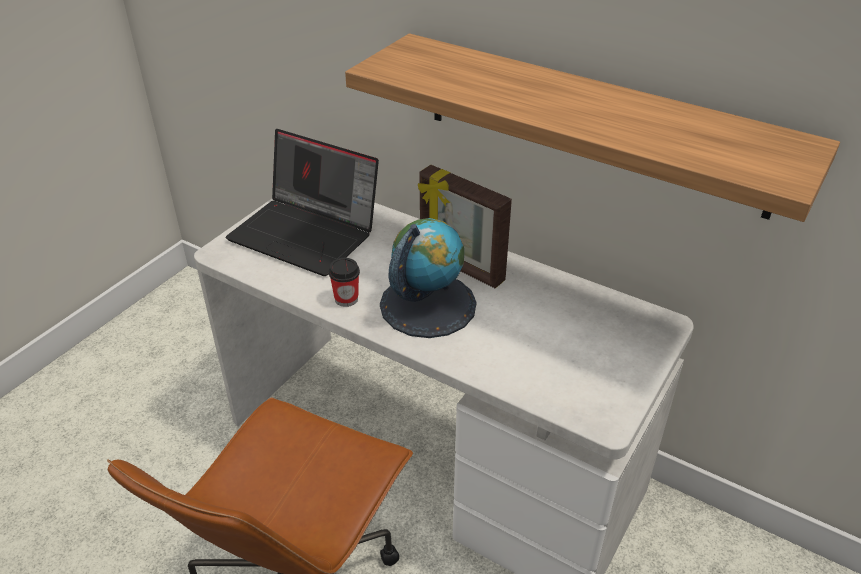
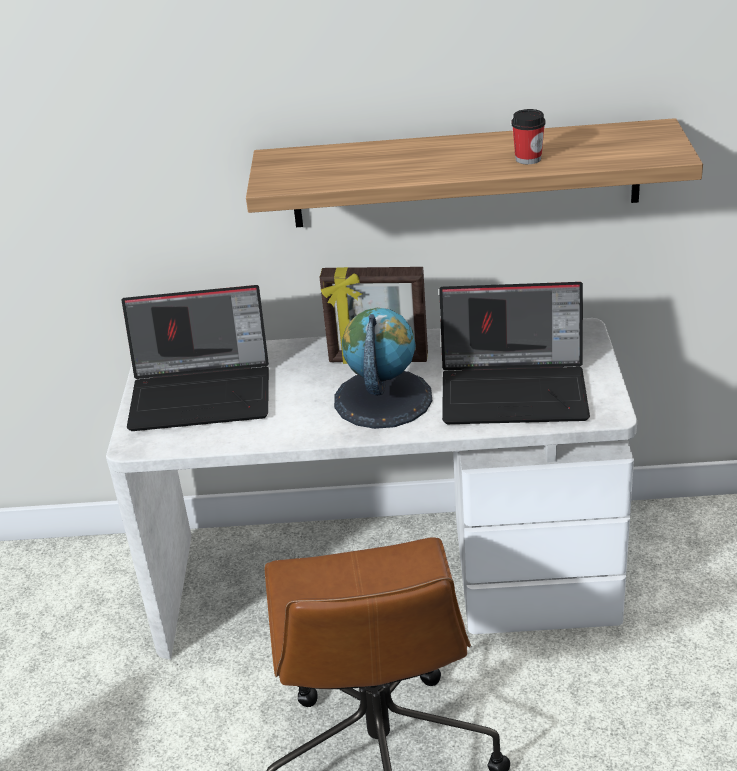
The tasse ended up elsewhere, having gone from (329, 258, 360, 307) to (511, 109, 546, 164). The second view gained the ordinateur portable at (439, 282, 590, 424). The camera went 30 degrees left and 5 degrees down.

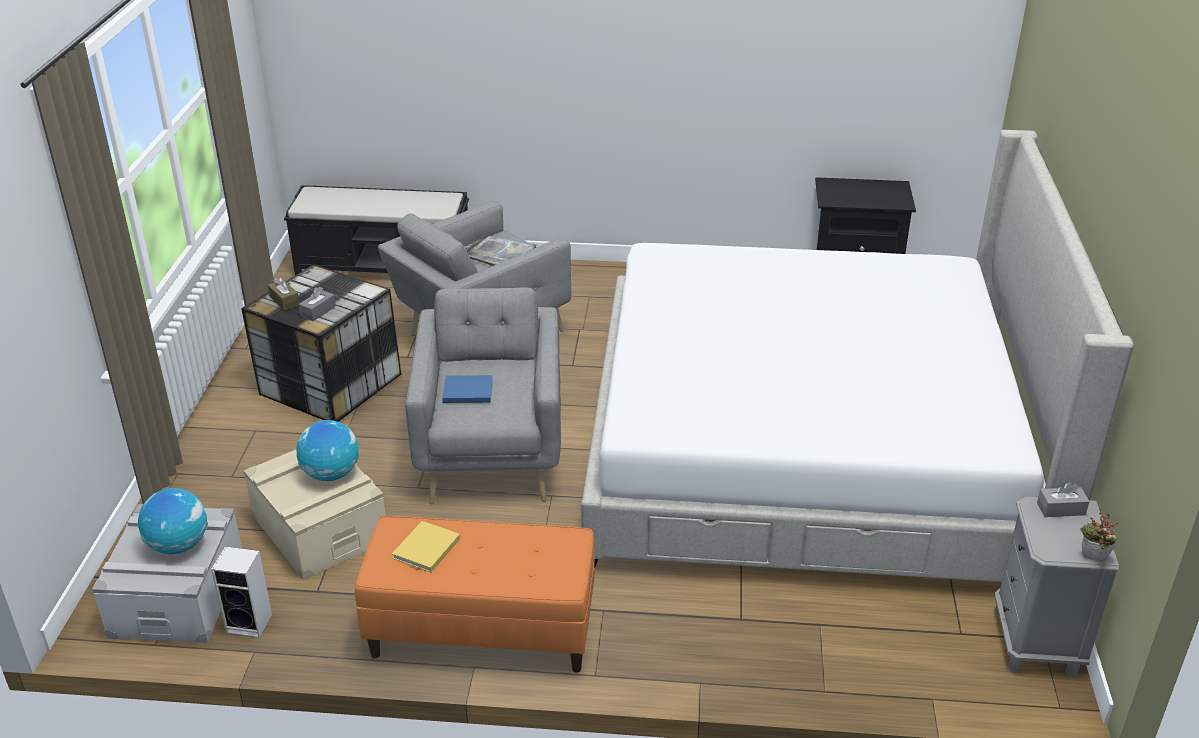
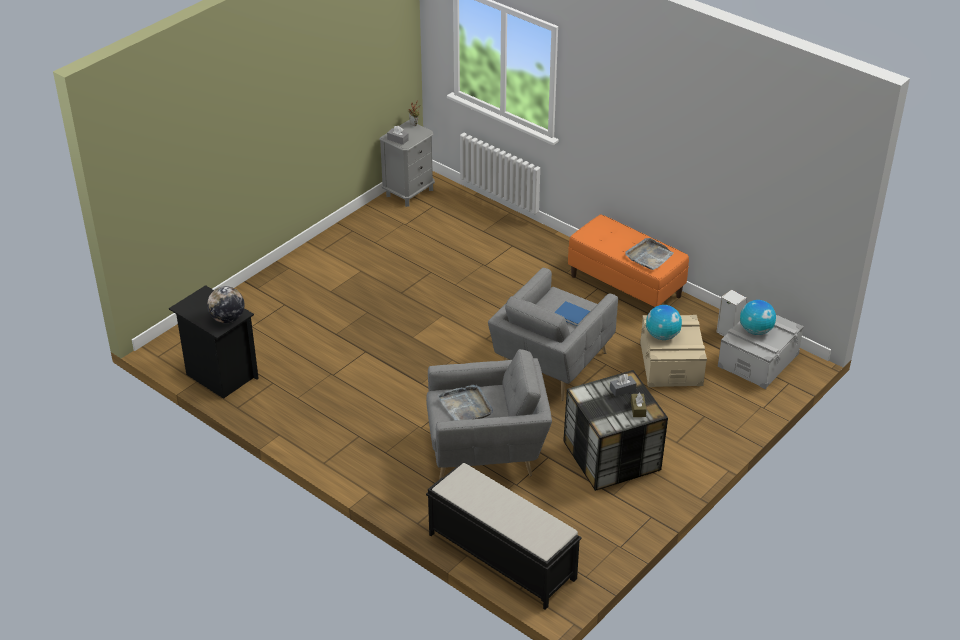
Where the livre (jaune) stood at (392, 521, 460, 573), the plateau (gris) came to stand at (625, 238, 674, 270). The second view lost the lit at (581, 130, 1134, 582). The second view gained the globe at (207, 286, 244, 323). The camera went 145 degrees left and 5 degrees up.

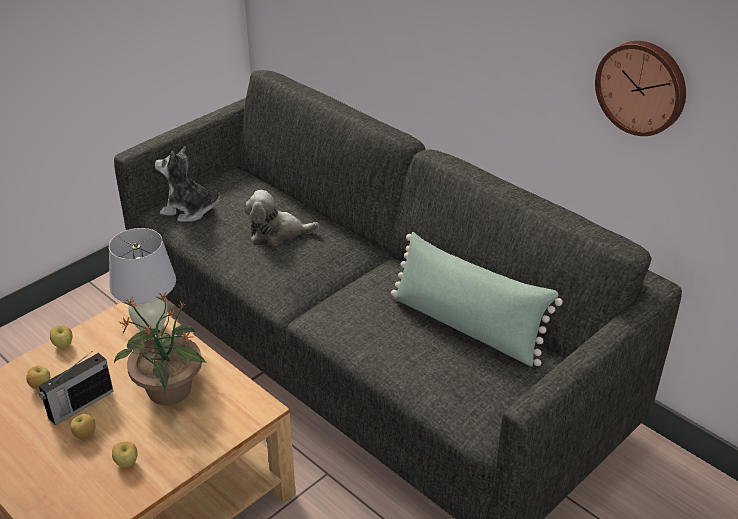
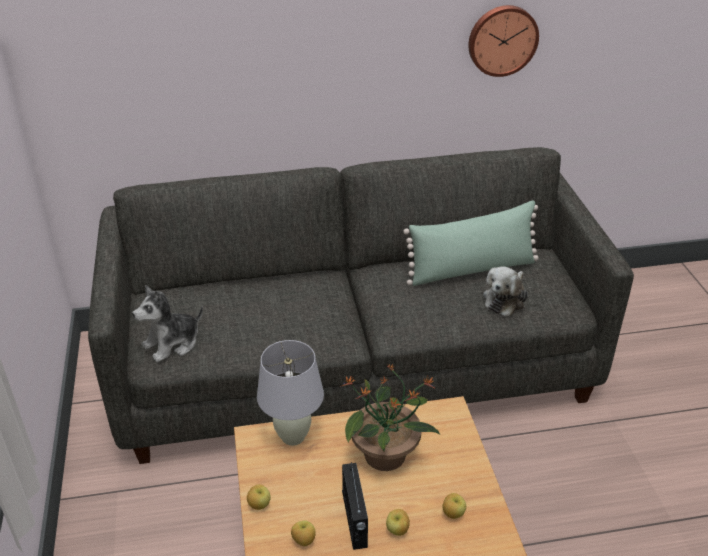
The peluche ended up elsewhere, having gone from (244, 190, 319, 246) to (483, 266, 528, 317). The camera went 55 degrees left and 0 degrees up.

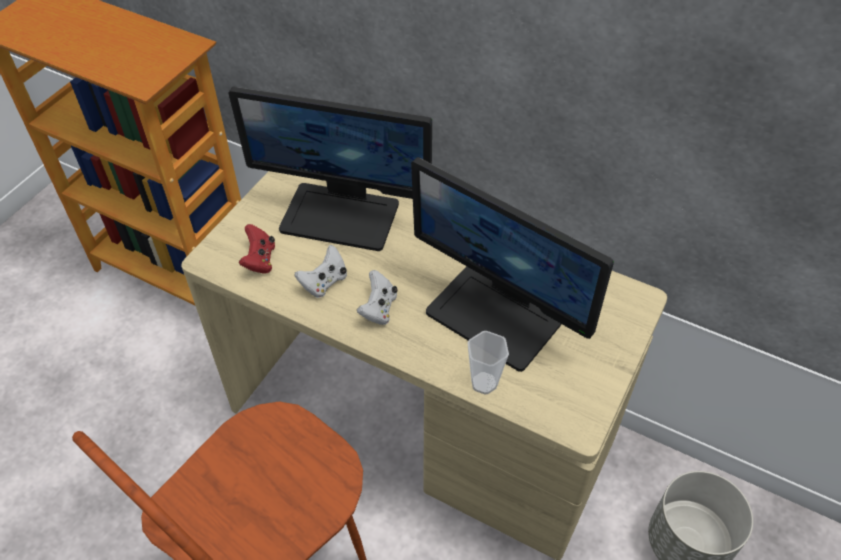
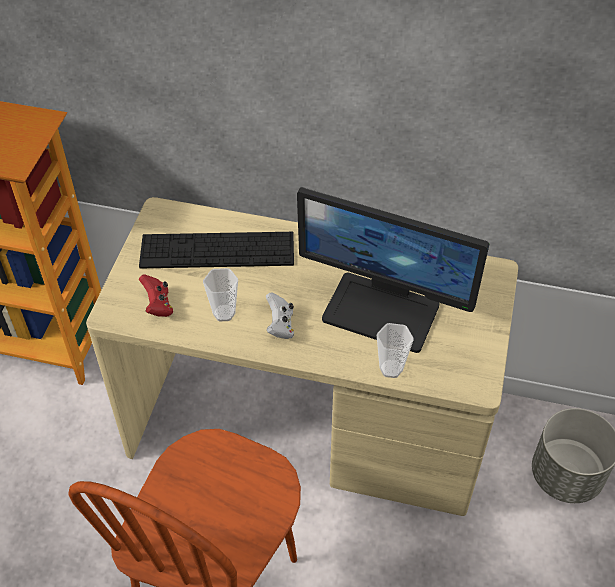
Where the écran d'ordinateur stood at (228, 86, 432, 251), the clavier came to stand at (139, 232, 294, 269). Where the manette (blanc) stood at (295, 245, 347, 298), the tasse came to stand at (203, 268, 238, 322). The camera went 15 degrees left and 0 degrees up.

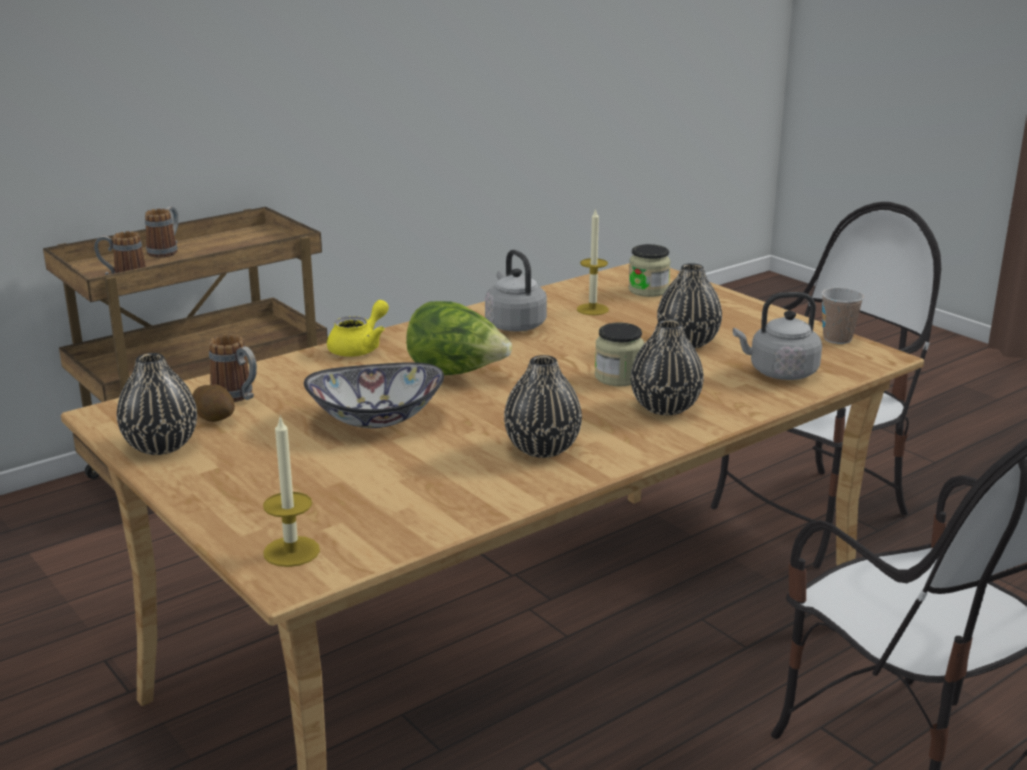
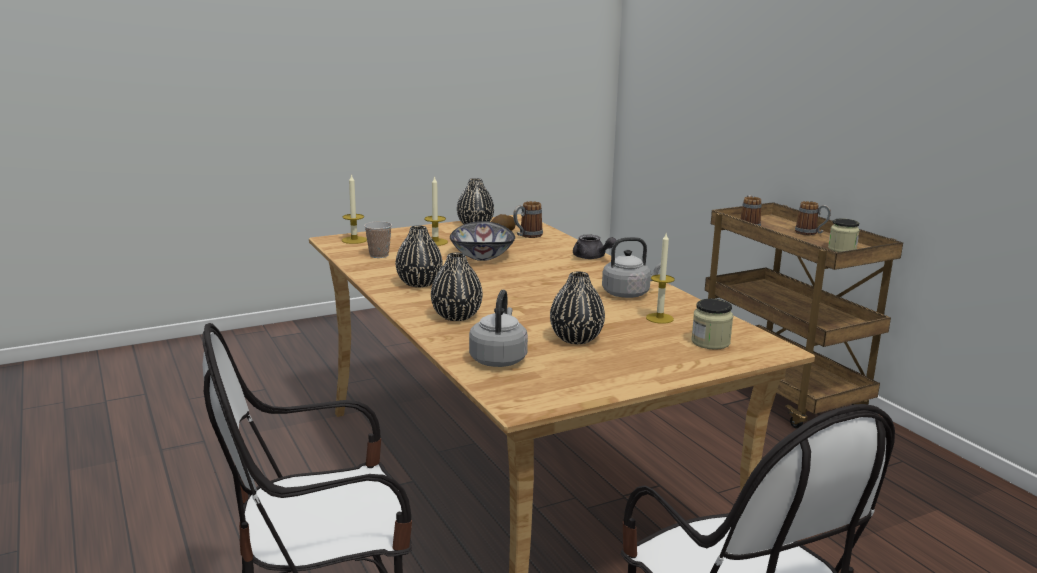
What was the théière (jaune) at (327, 300, 389, 357) turned into the théière (gris) at (573, 235, 617, 259). The second view lost the laitue at (406, 301, 512, 375). The bocal ended up elsewhere, having gone from (595, 323, 644, 386) to (828, 219, 860, 252). The tasse ended up elsewhere, having gone from (821, 288, 864, 344) to (364, 221, 392, 258). The second view gained the bougie at (424, 176, 448, 246). The camera went 100 degrees right and 5 degrees down.

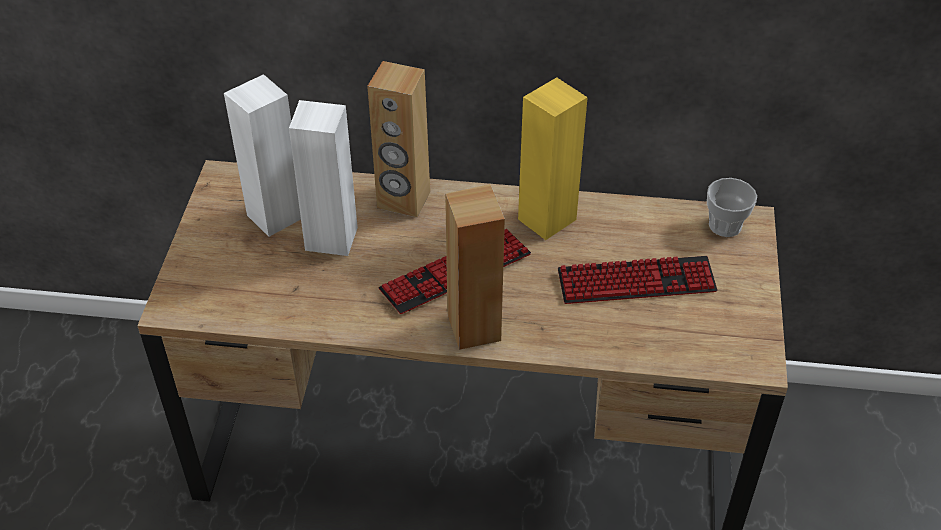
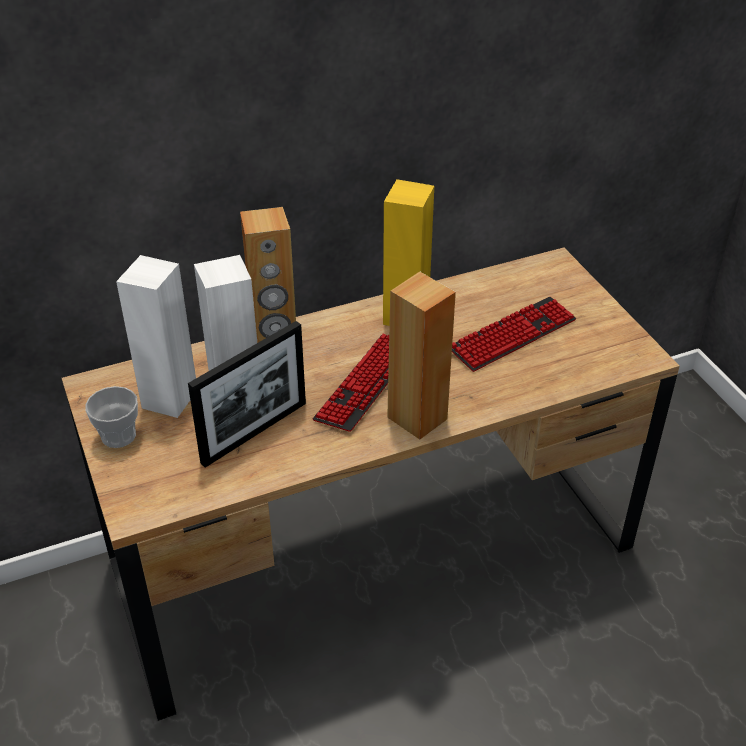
The tasse ended up elsewhere, having gone from (707, 178, 757, 237) to (85, 386, 138, 448). The second view gained the cadre photo at (188, 321, 306, 468). The camera went 30 degrees left and 5 degrees down.

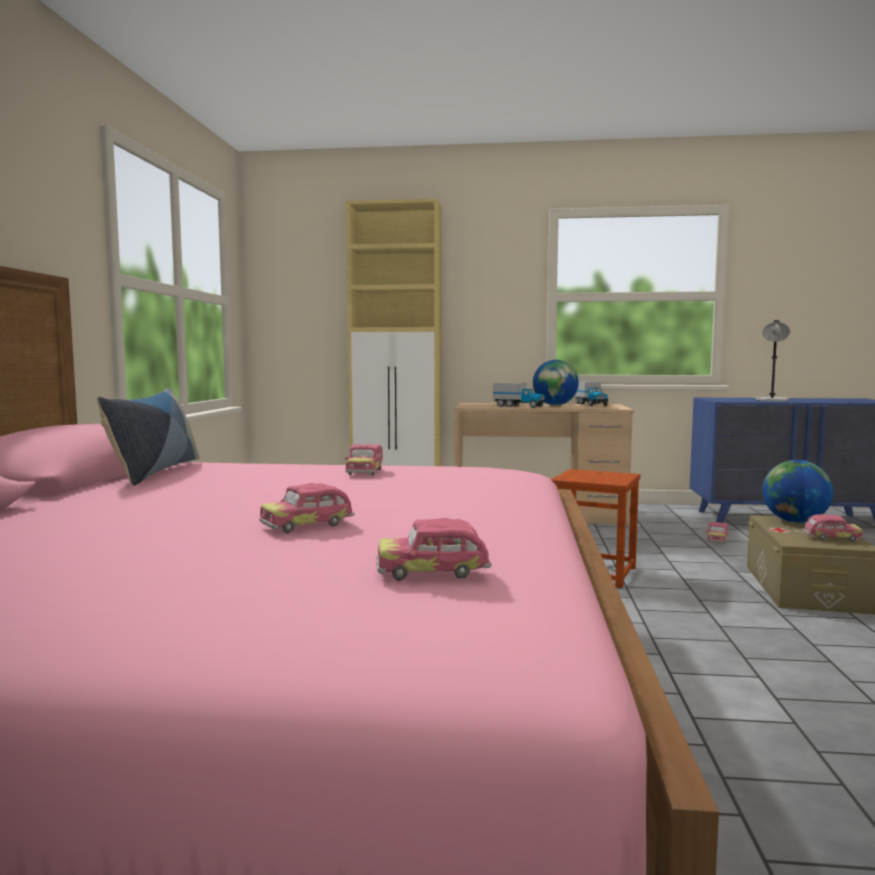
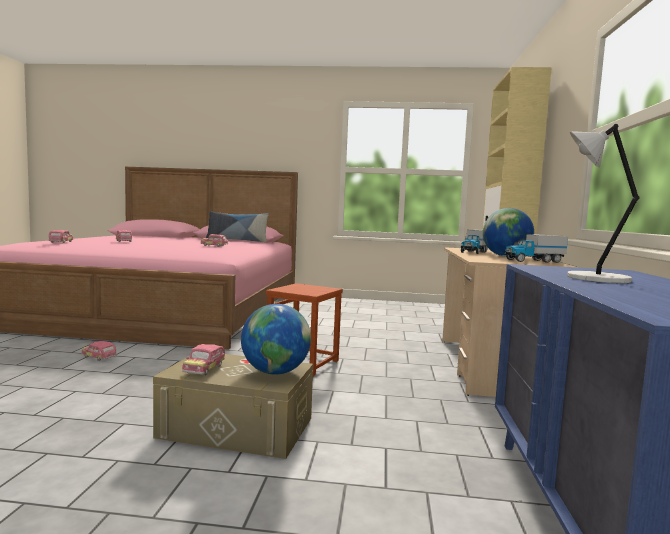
The petite voiture ended up elsewhere, having gone from (705, 522, 729, 544) to (81, 341, 117, 361). The camera went 90 degrees right and 0 degrees up.

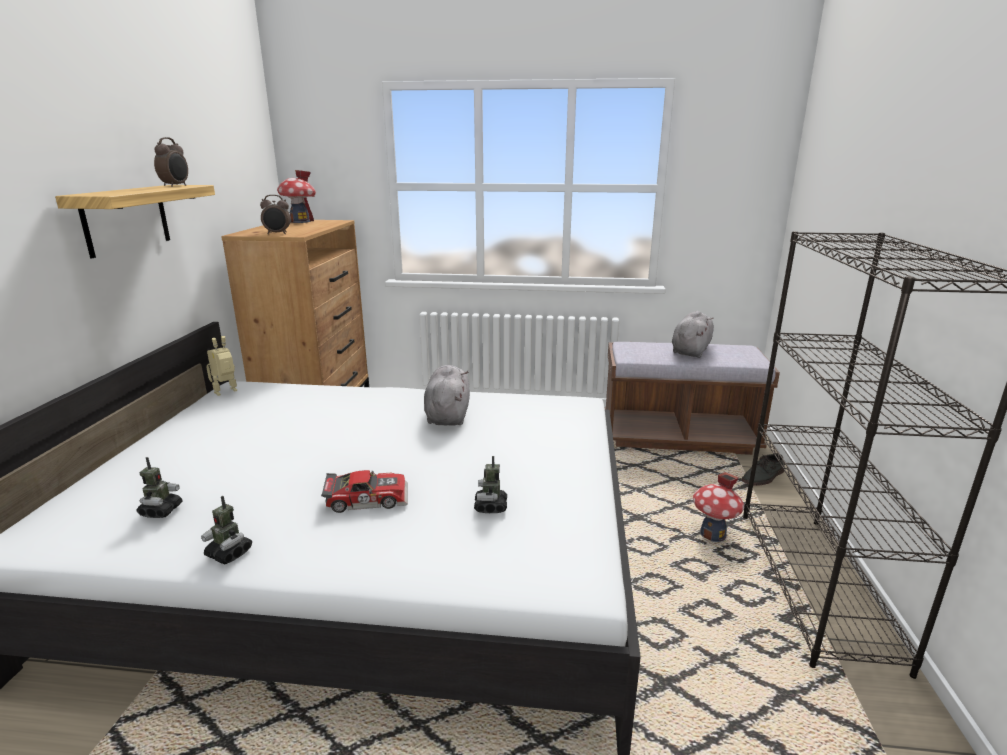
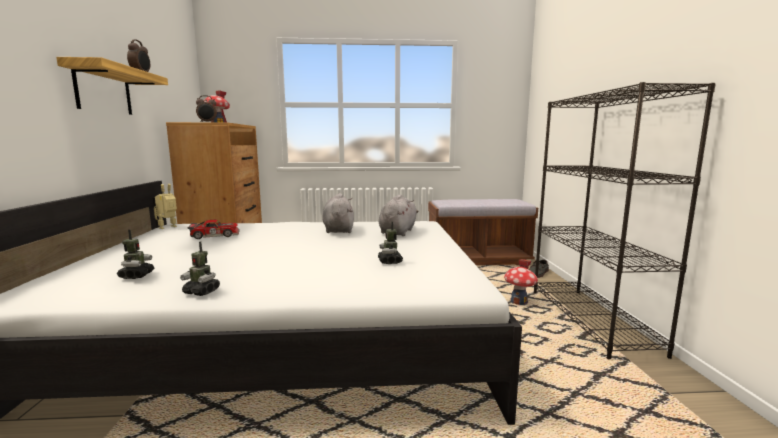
The petite voiture ended up elsewhere, having gone from (321, 470, 408, 513) to (187, 220, 240, 239). The peluche (gris) ended up elsewhere, having gone from (672, 311, 714, 358) to (379, 194, 418, 236). The camera went 10 degrees left and 10 degrees down.

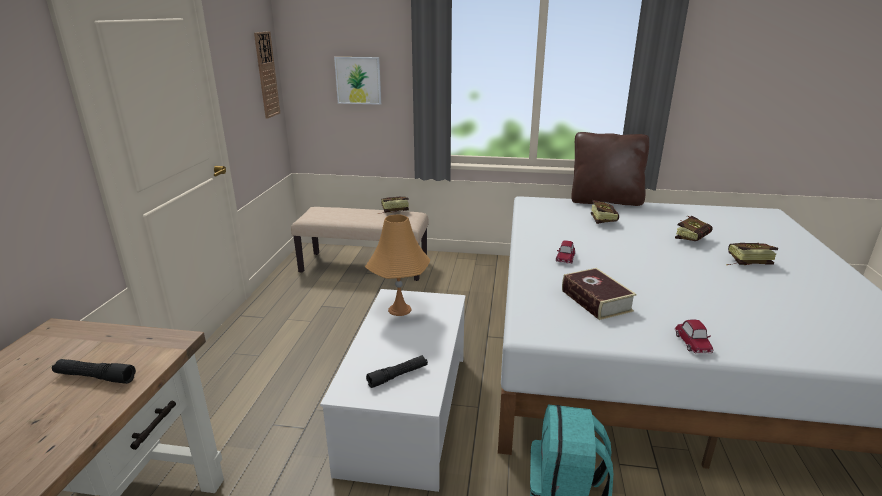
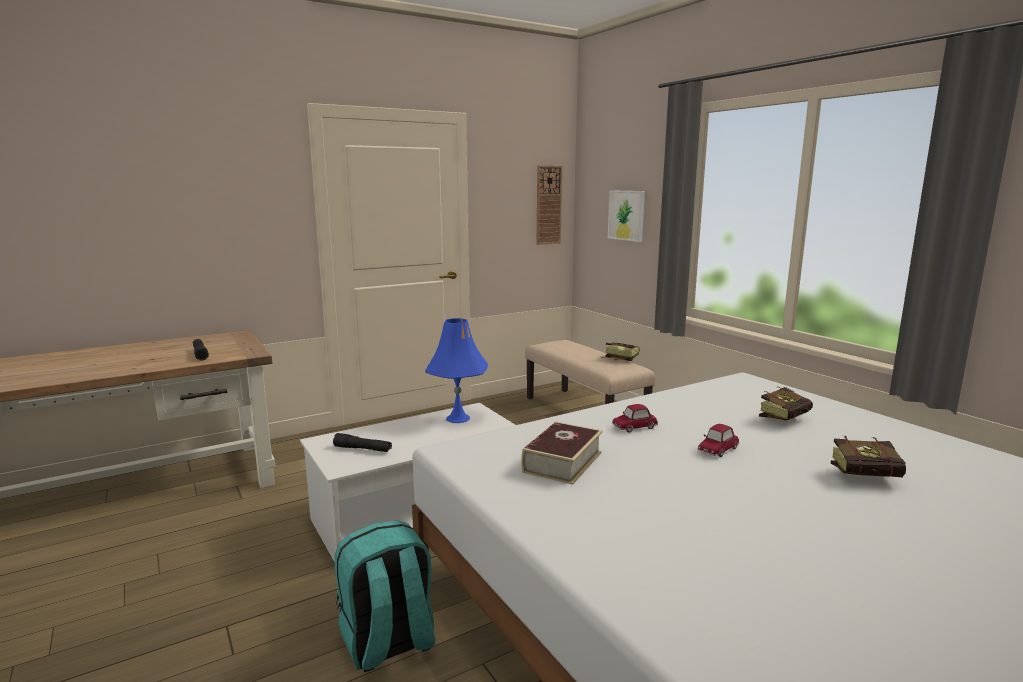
What was the lampe de table (orange) at (365, 214, 430, 316) turned into the lampe de table (bleu) at (425, 318, 488, 423). The second view lost the coussin (marron) at (571, 132, 649, 206). The petite voiture ended up elsewhere, having gone from (675, 319, 713, 354) to (698, 424, 739, 457). The second view lost the livre at (726, 243, 778, 265). The camera went 50 degrees right and 10 degrees down.

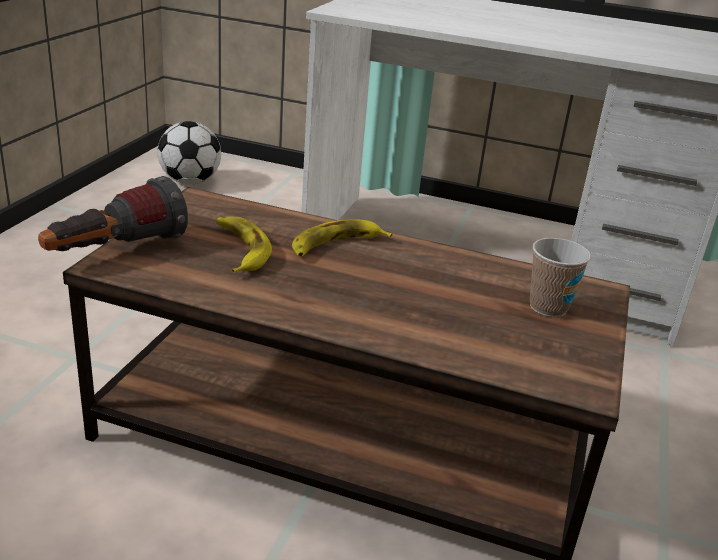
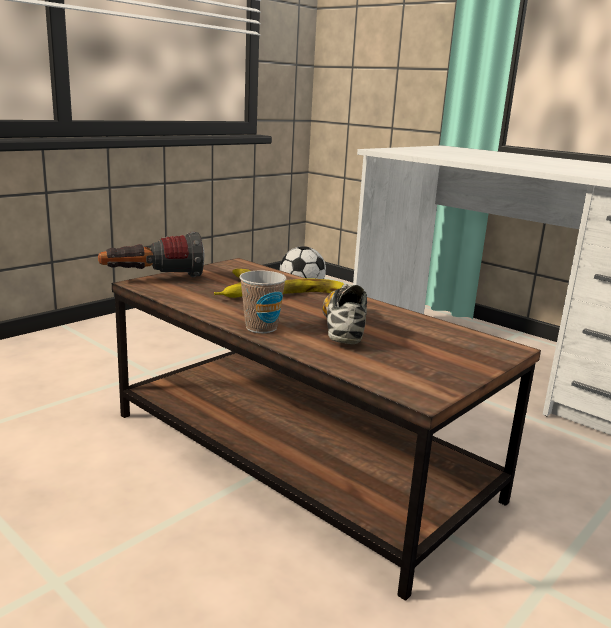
The tasse ended up elsewhere, having gone from (530, 238, 591, 317) to (239, 271, 287, 333). The second view gained the chaussure at (322, 284, 367, 344). The camera went 25 degrees right and 10 degrees down.

